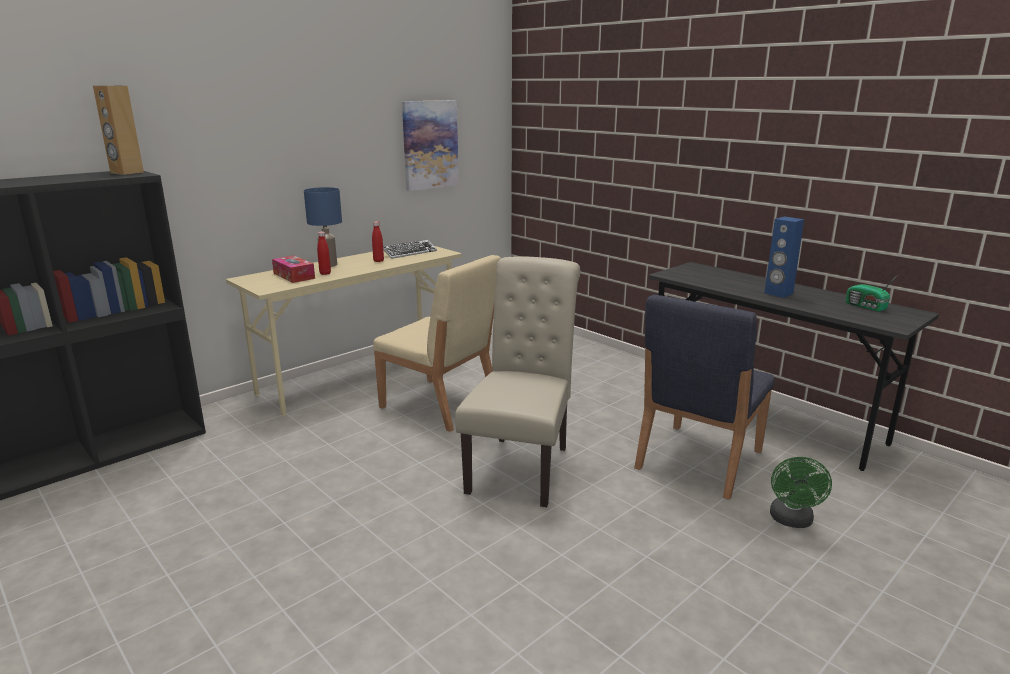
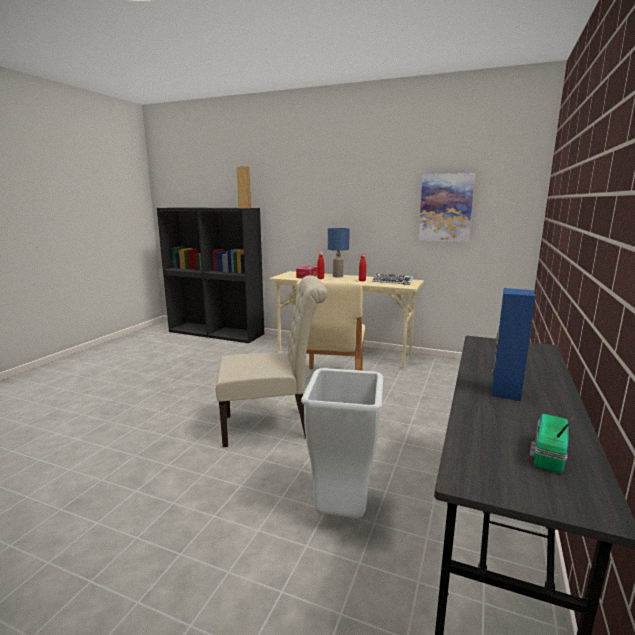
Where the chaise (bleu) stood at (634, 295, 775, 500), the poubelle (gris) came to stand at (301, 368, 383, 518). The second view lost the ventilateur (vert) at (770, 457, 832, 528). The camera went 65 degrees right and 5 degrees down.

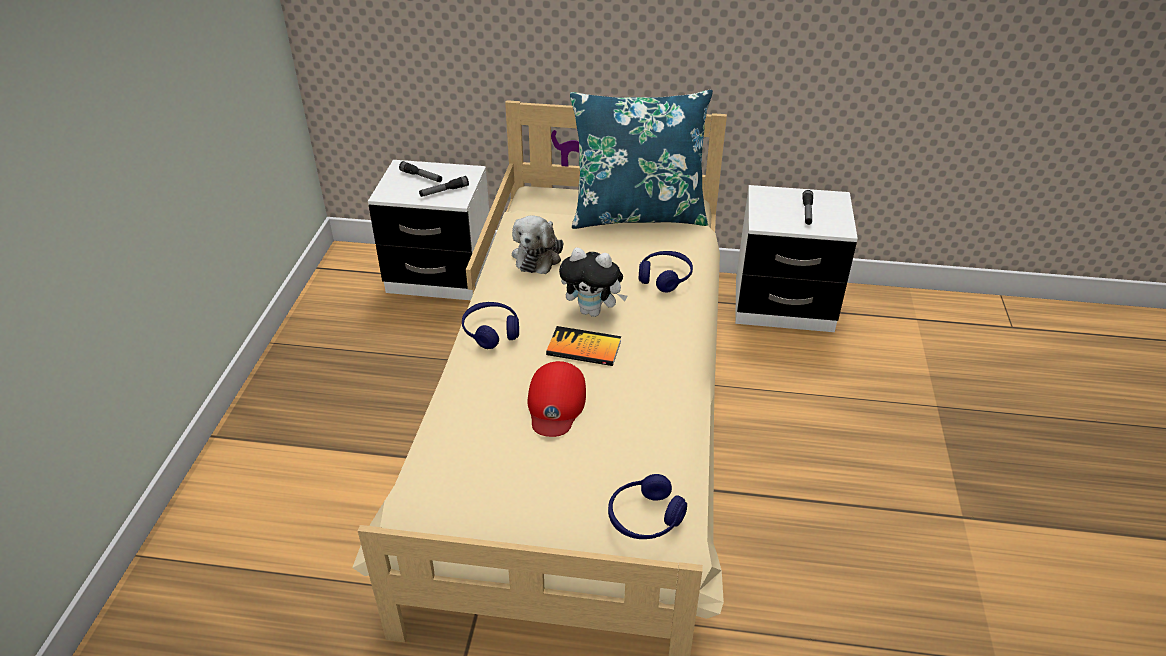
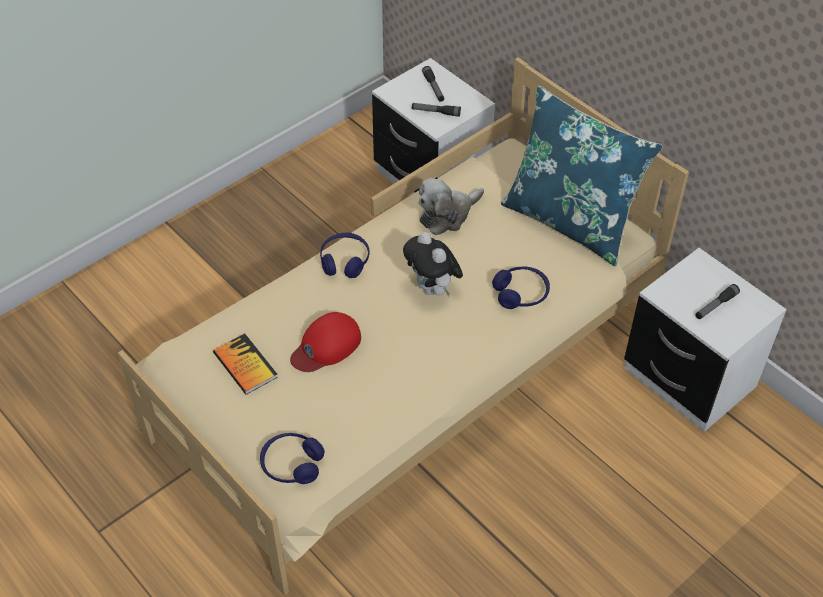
The livre ended up elsewhere, having gone from (546, 326, 621, 366) to (213, 334, 278, 395). The camera went 40 degrees right and 10 degrees up.

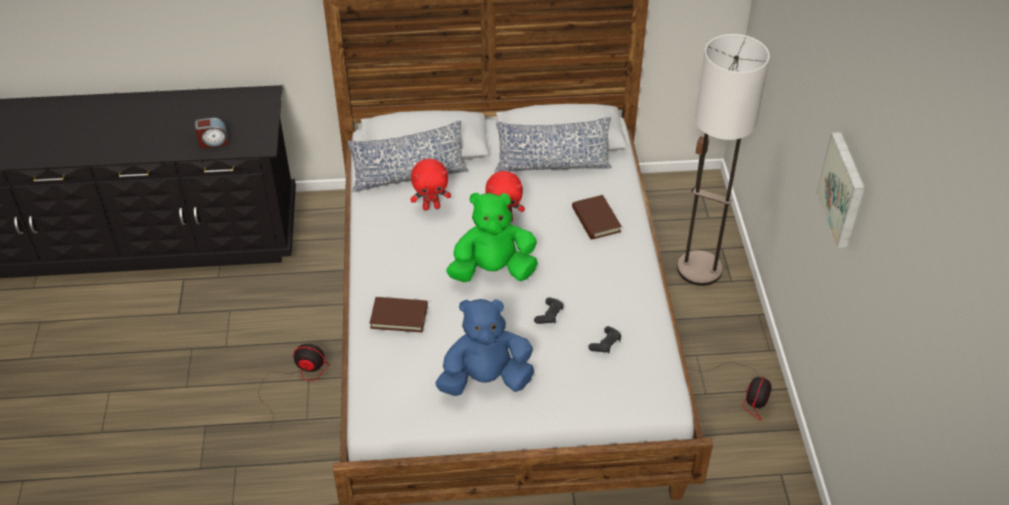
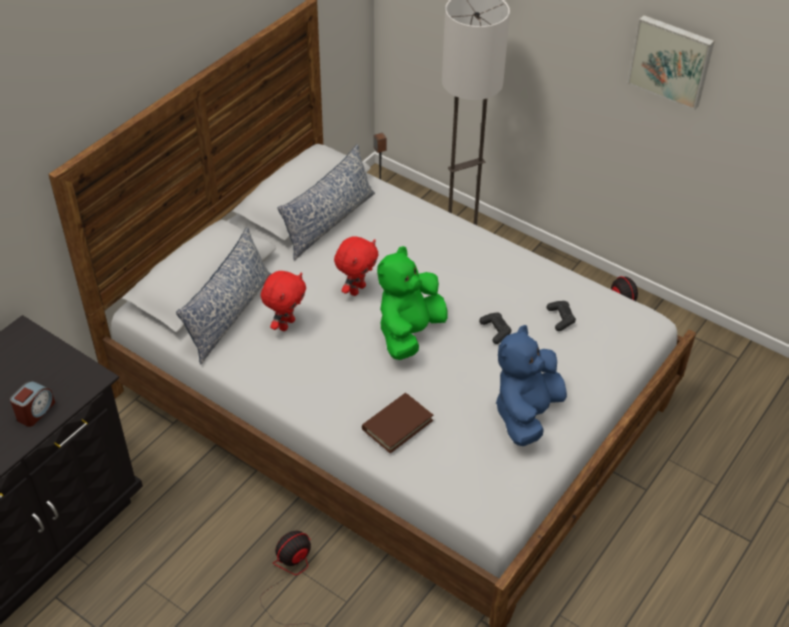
The second view lost the livre (marron) at (572, 195, 622, 240). The camera went 50 degrees left and 0 degrees up.

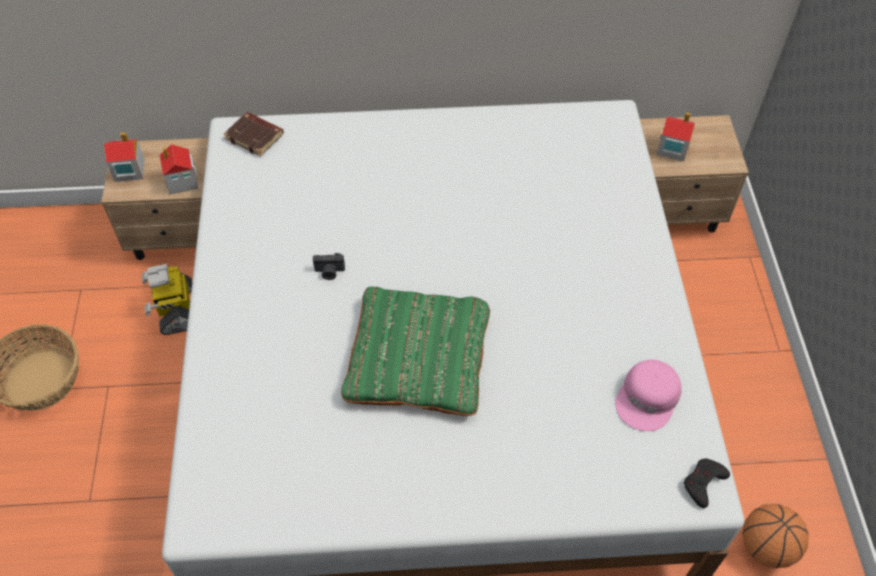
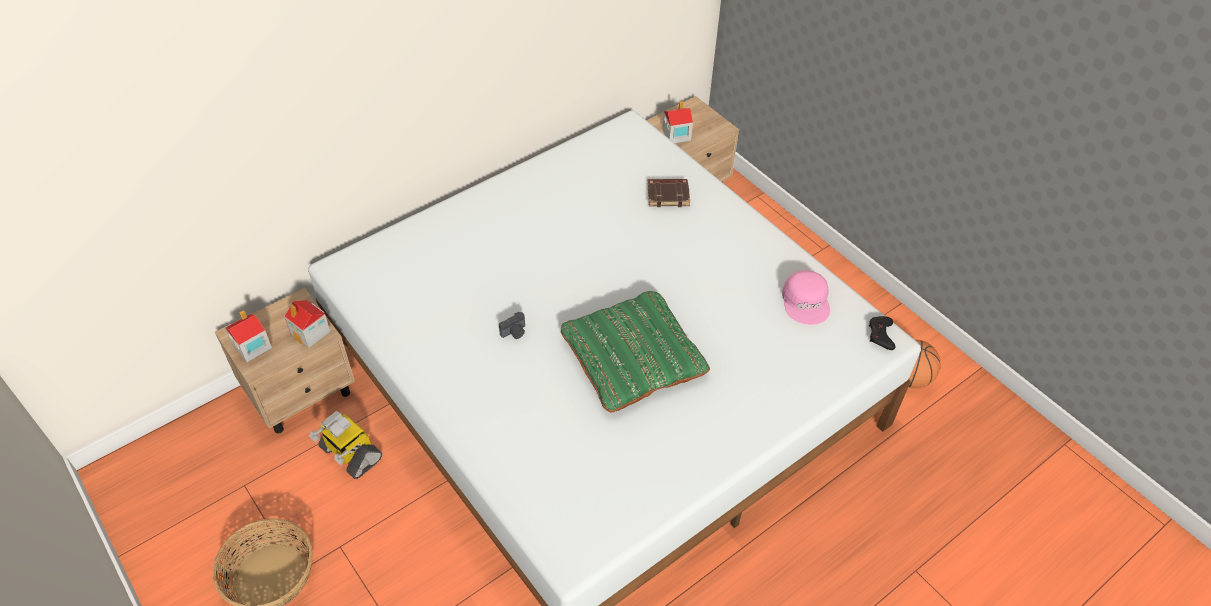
The livre (marron) ended up elsewhere, having gone from (224, 112, 284, 157) to (647, 179, 690, 207). The camera went 35 degrees left and 5 degrees down.

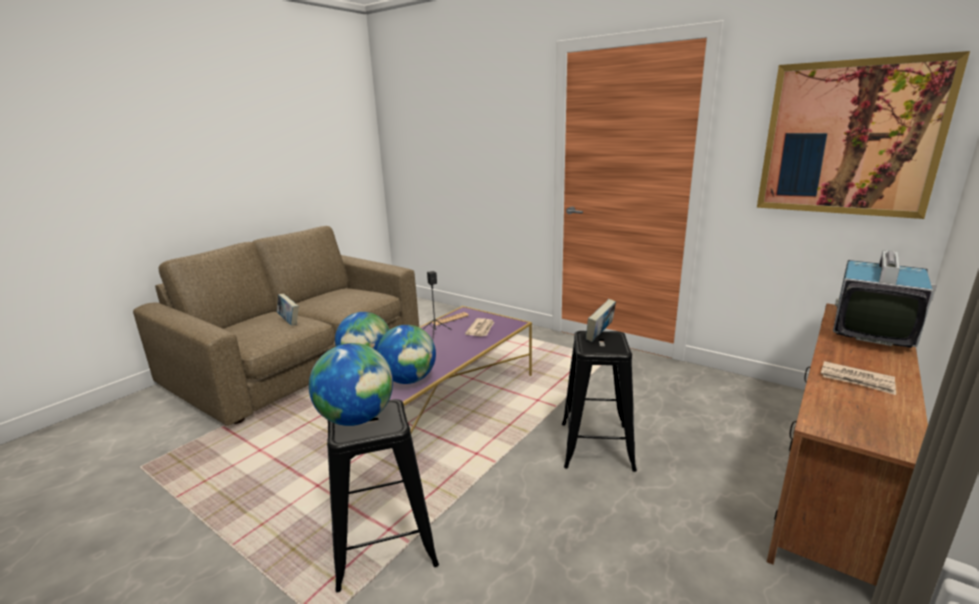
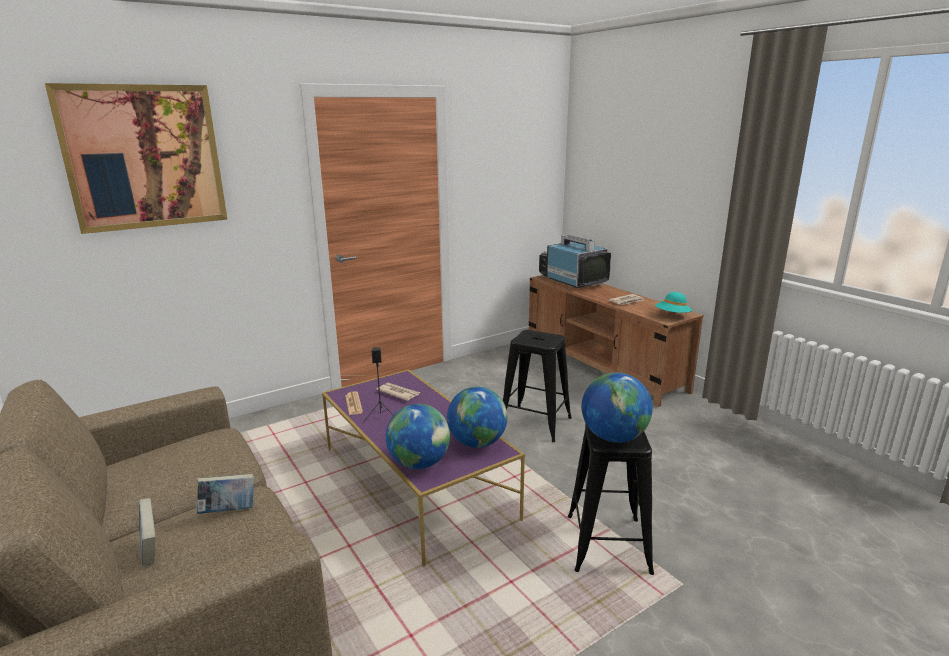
The livre ended up elsewhere, having gone from (586, 299, 616, 342) to (139, 498, 156, 566). The tableau ended up elsewhere, having gone from (757, 51, 970, 219) to (45, 83, 227, 234). The second view gained the chapeau (turquoise) at (655, 292, 692, 313). The camera went 70 degrees left and 0 degrees up.

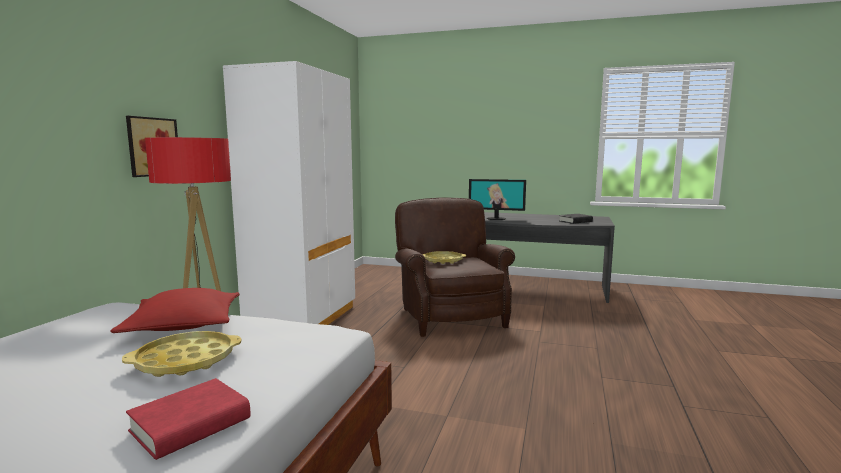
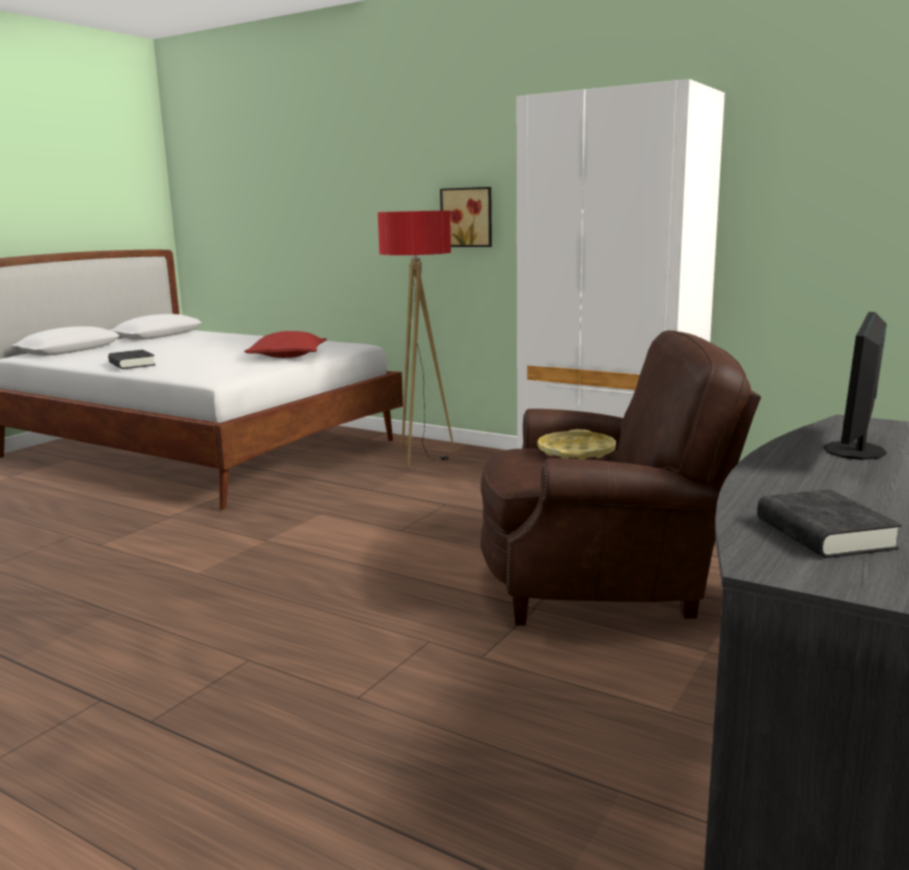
The second view lost the plateau (jaune) at (122, 331, 241, 377). What was the livre (rouge) at (126, 378, 251, 460) turned into the livre (noir) at (108, 350, 156, 369). The camera went 105 degrees right and 5 degrees up.

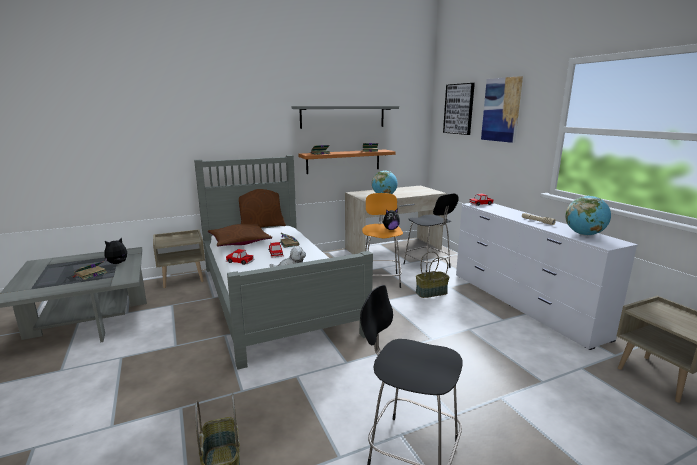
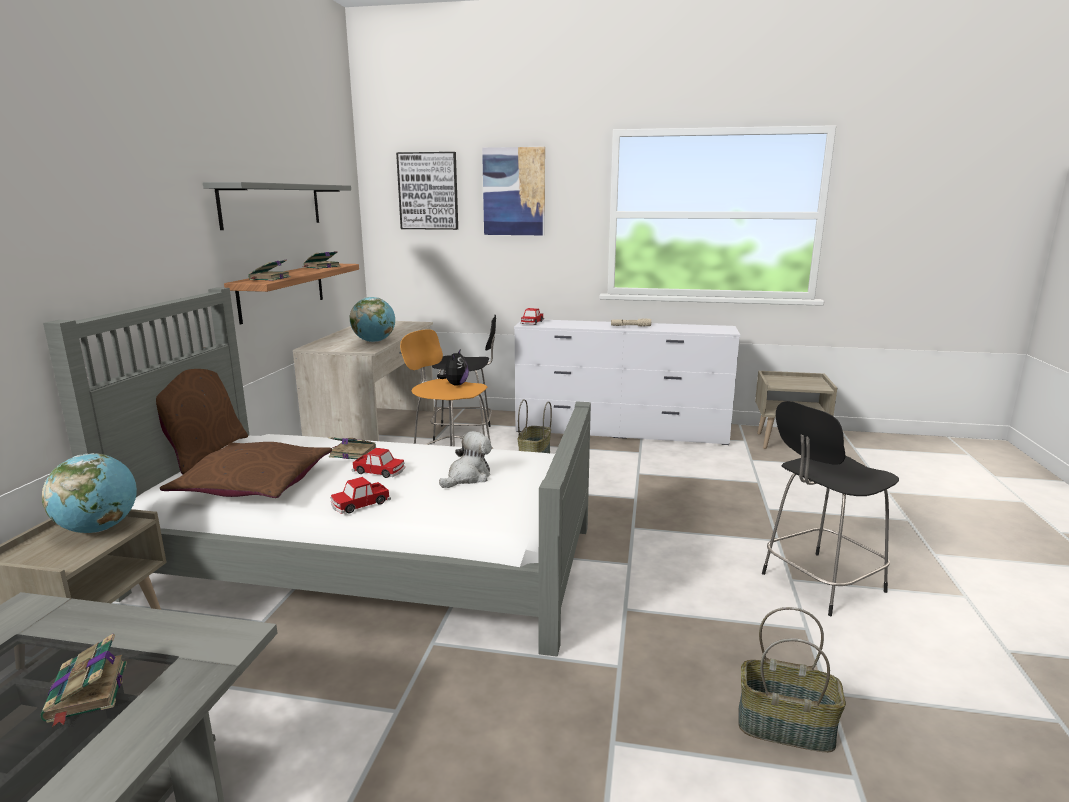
The second view lost the peluche at (104, 237, 127, 264). The globe ended up elsewhere, having gone from (566, 196, 611, 236) to (42, 453, 137, 533). The camera went 55 degrees left and 0 degrees up.

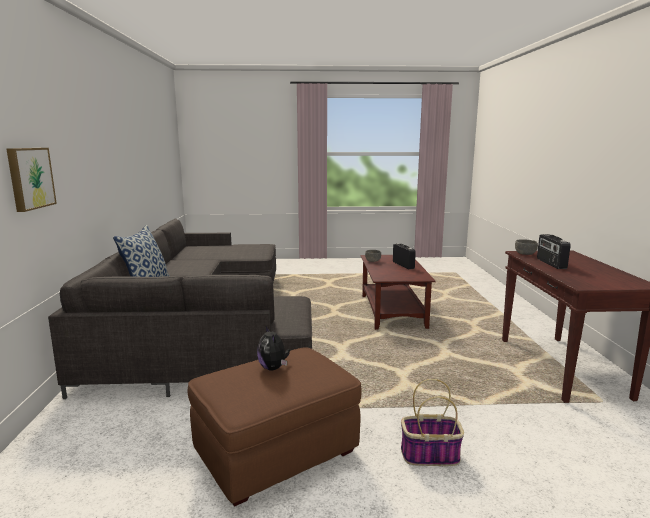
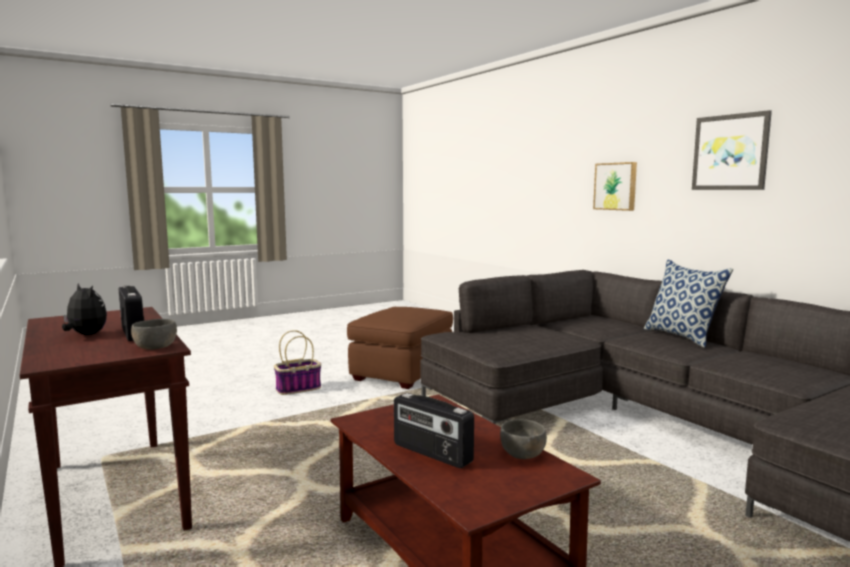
The peluche ended up elsewhere, having gone from (257, 326, 290, 371) to (62, 283, 107, 335). The second view gained the tableau at (692, 110, 772, 190). The camera went 150 degrees right and 5 degrees down.

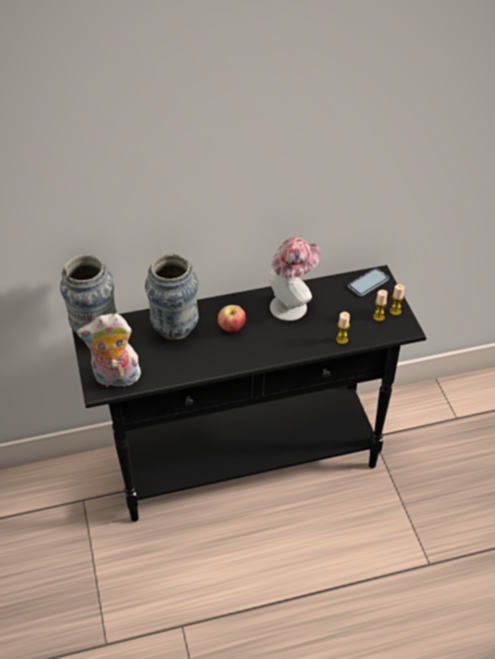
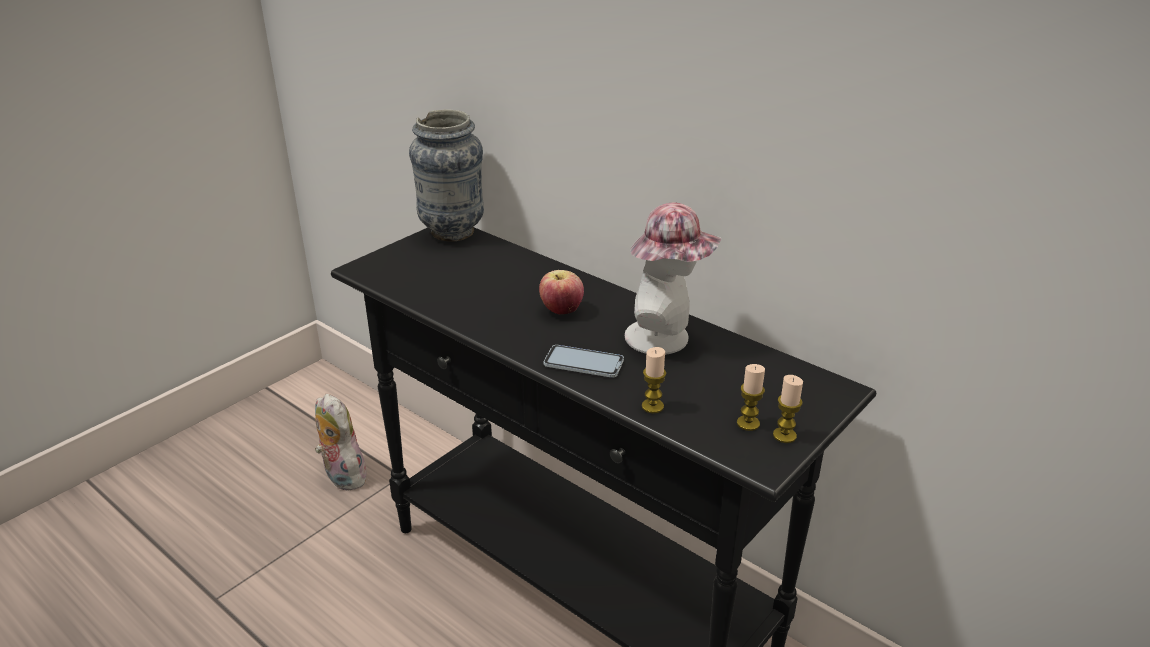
The peluche ended up elsewhere, having gone from (77, 313, 141, 387) to (315, 393, 370, 491). The second view lost the vase at (145, 254, 199, 340). The téléphone ended up elsewhere, having gone from (348, 268, 389, 296) to (544, 345, 624, 378). The camera went 55 degrees right and 15 degrees down.

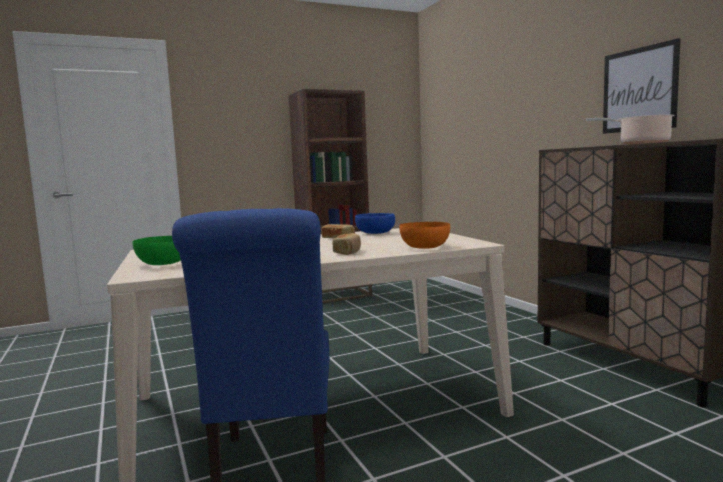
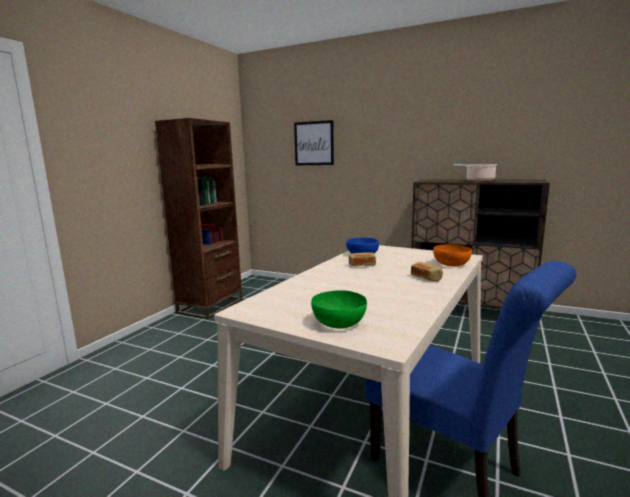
The tableau ended up elsewhere, having gone from (603, 38, 681, 134) to (294, 120, 334, 165). The camera went 40 degrees left and 5 degrees up.

